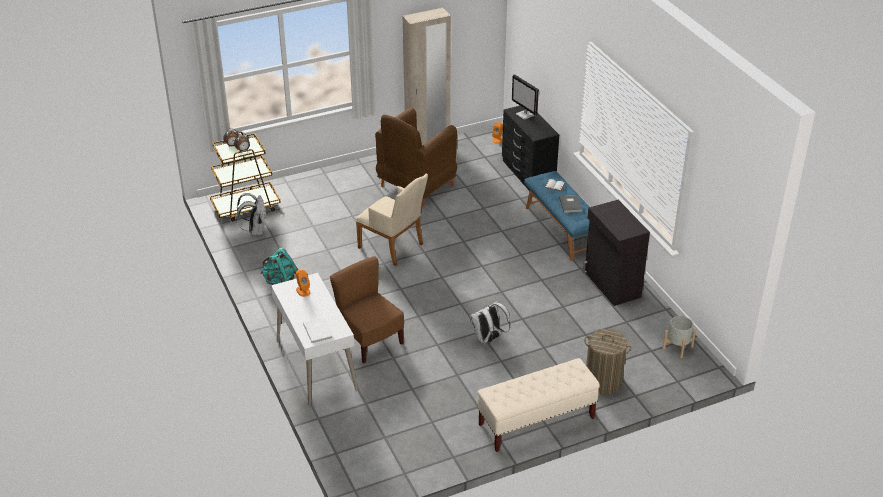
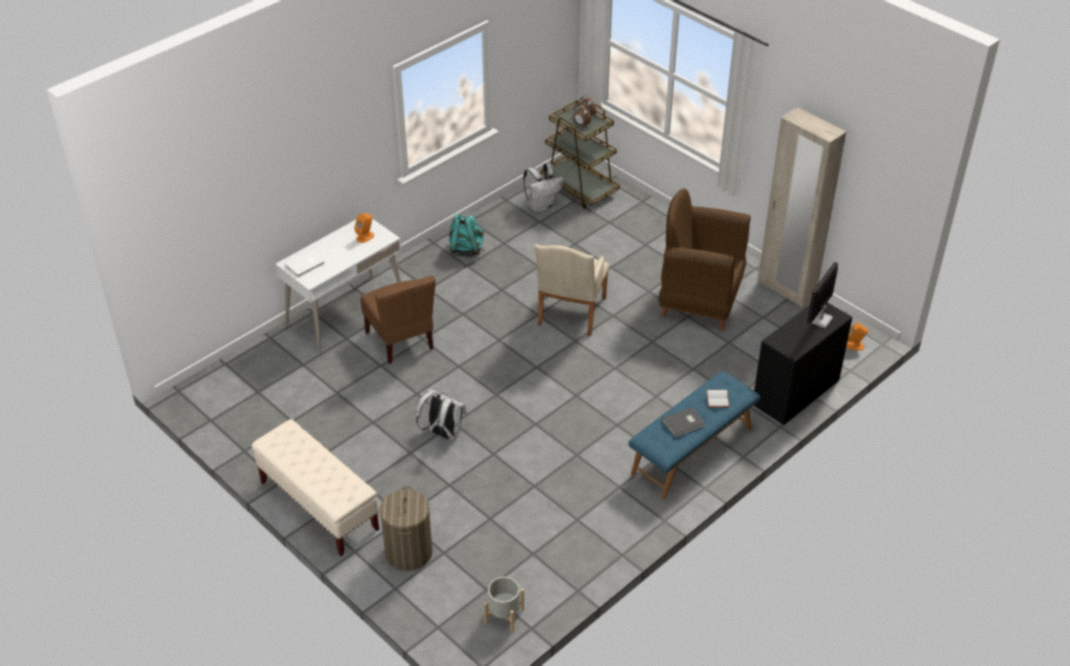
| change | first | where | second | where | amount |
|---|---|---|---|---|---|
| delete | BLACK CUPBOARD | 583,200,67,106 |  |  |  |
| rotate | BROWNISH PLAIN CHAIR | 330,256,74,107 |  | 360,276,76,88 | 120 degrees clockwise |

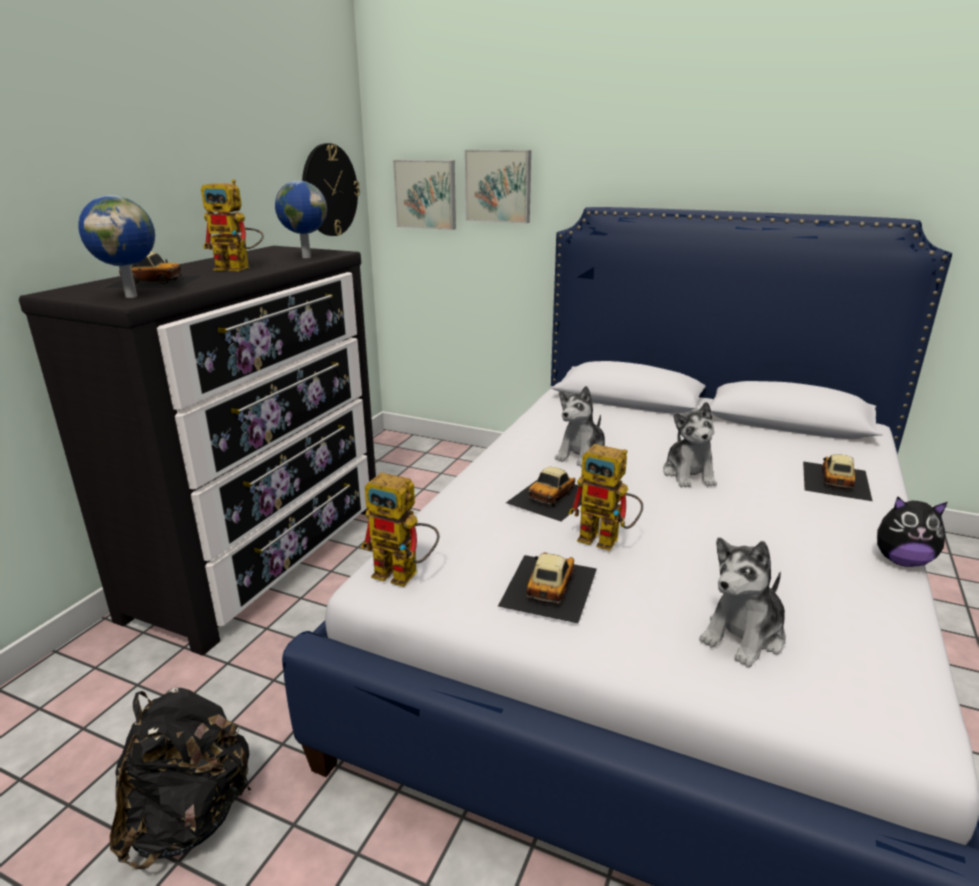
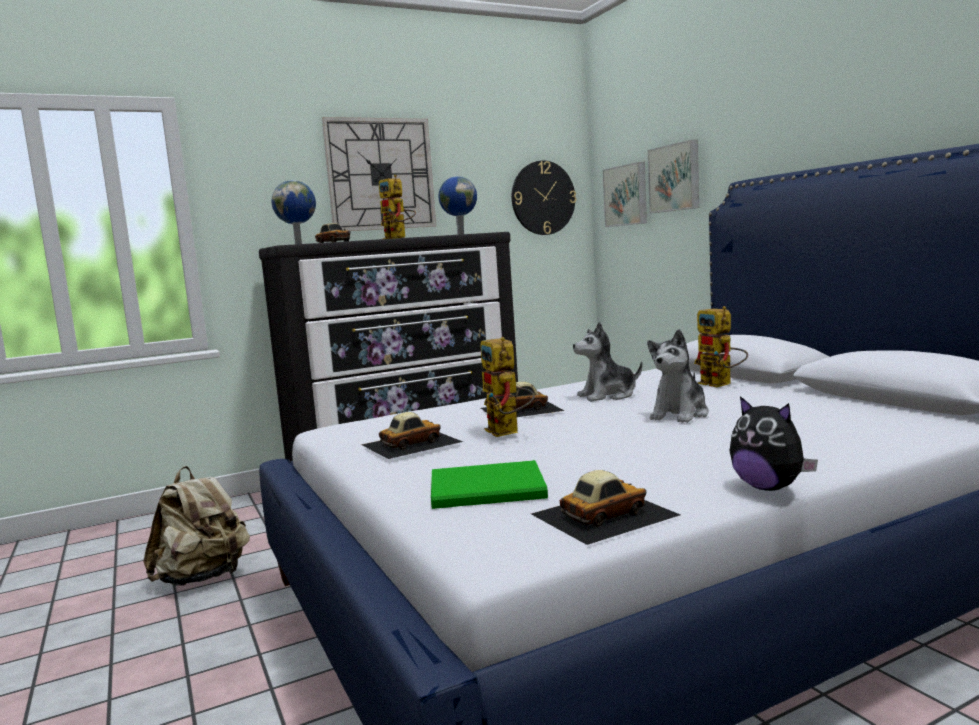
| change | first | where | second | where | amount |
|---|---|---|---|---|---|
| insert |  |  | HANGING CLOCK | 322,117,114,114 |  |
| move | MODEL ROBOT | 361,473,78,114 |  | 694,306,54,81 |  |
| move | MINIATURE CAR | 803,454,69,47 |  | 531,470,149,75 |  |
| replace | CUDDLY TOY | 699,537,87,131 | GREEN BOOK | 431,460,117,49 |  |
| recolor | BLACK BACKPACK | 110,688,142,181 | BEIGE-COLOURED BACKPACK | 144,466,106,120 |  |

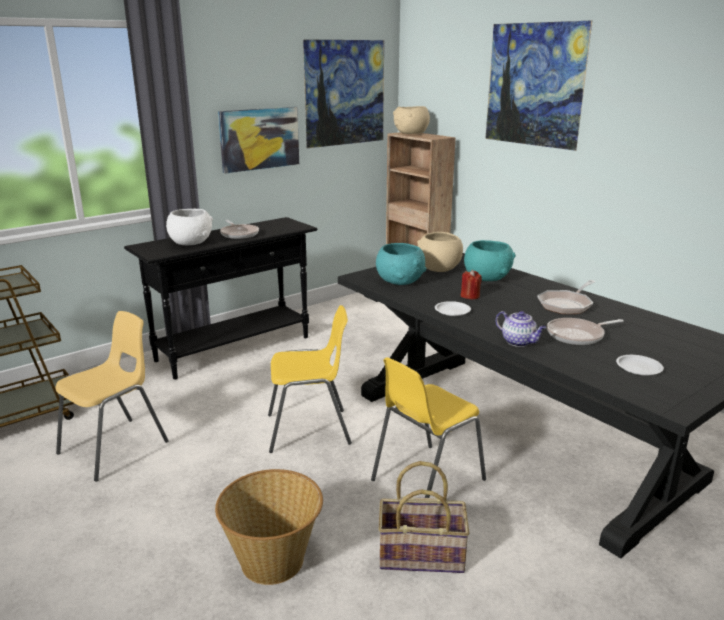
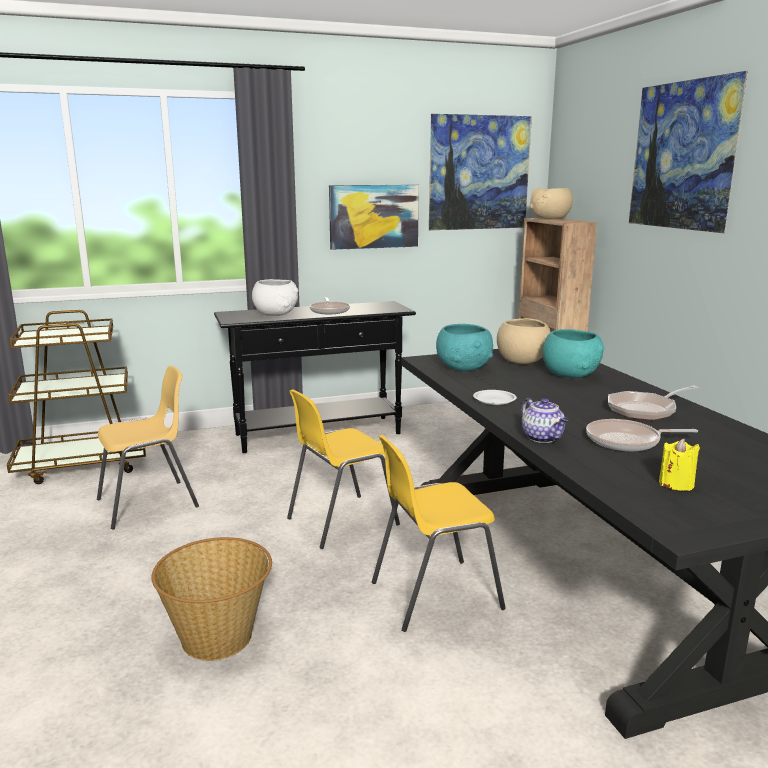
| change | first | where | second | where | amount |
|---|---|---|---|---|---|
| delete | BASKET | 379,461,90,112 |  |  |  |
| delete | RED-COLOURED WAX CANDLE | 461,270,21,29 |  |  |  |
| replace | WHITISH DINNER PLATE | 616,355,48,21 | YELLOWISH WAX CANDLE | 659,439,41,52 |  |
| rotate | YELLOWISH PLAIN CHAIR | 268,305,84,148 |  | 287,389,113,160 | 135 degrees clockwise |

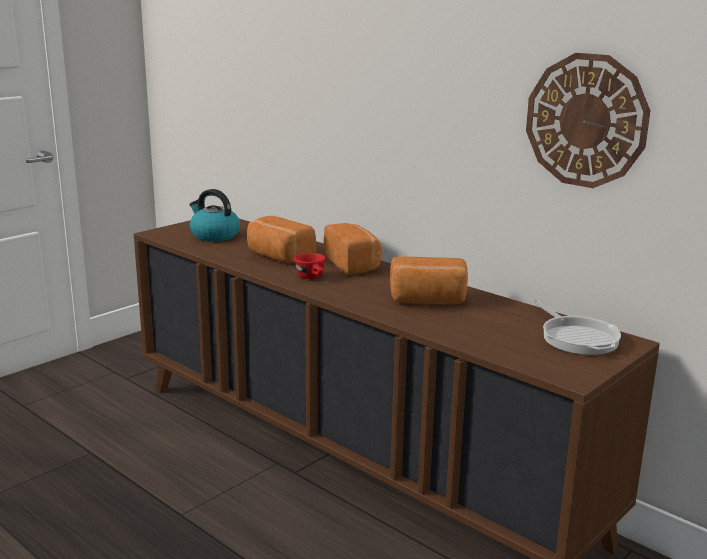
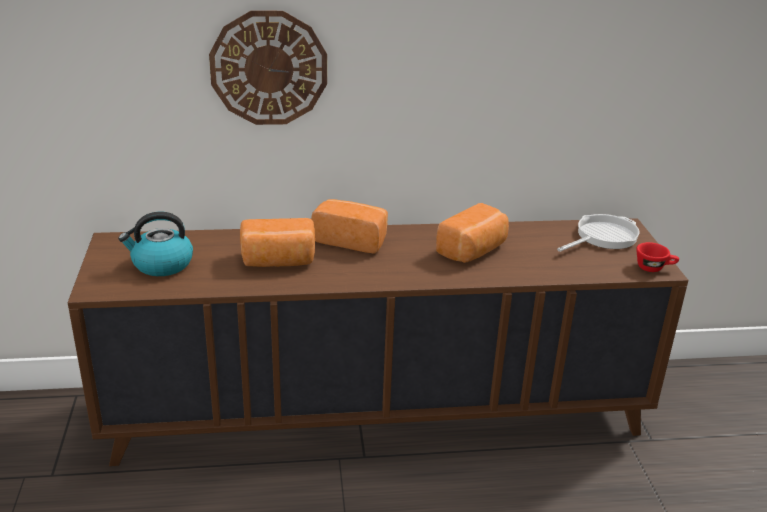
| change | first | where | second | where | amount |
|---|---|---|---|---|---|
| move | RED-COLOURED DRINKING CUP | 294,253,32,26 |  | 636,242,43,30 |  |
| move | HANGING CLOCK | 526,53,124,135 |  | 209,11,118,114 |  |
| rotate | PAN | 532,299,89,56 |  | 557,214,83,38 | 60 degrees counterclockwise |

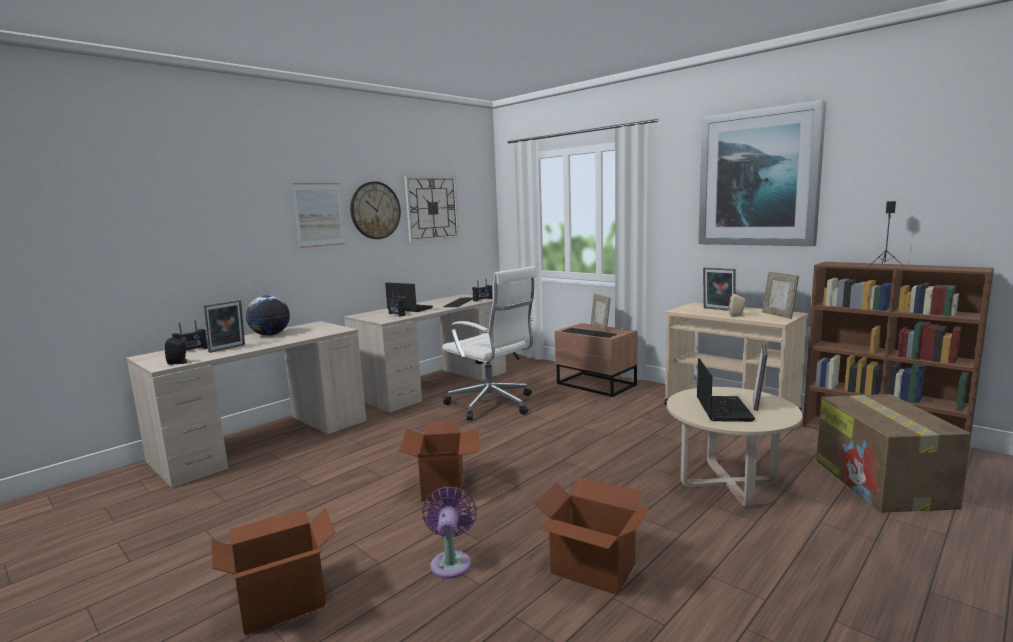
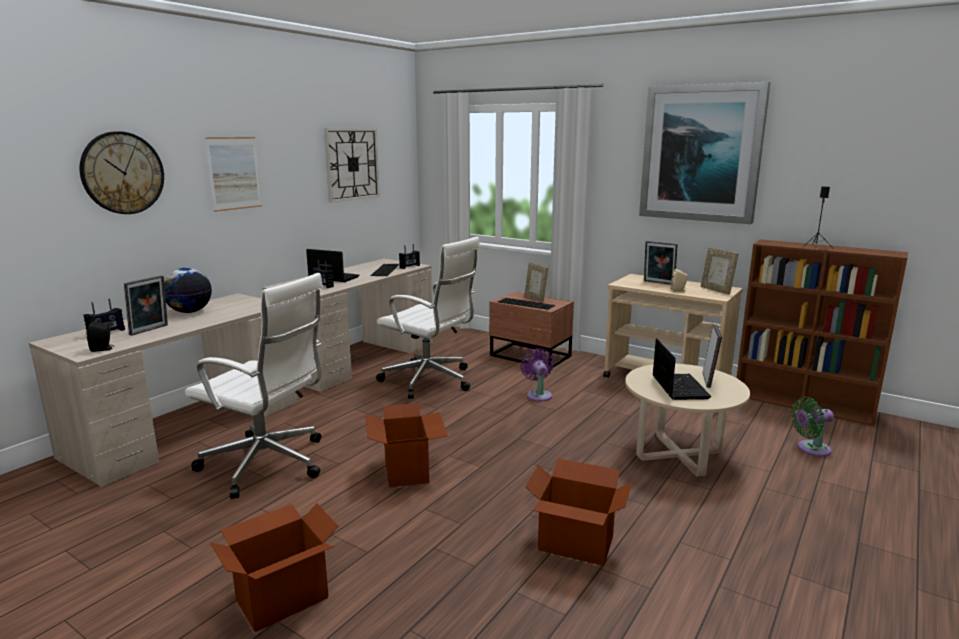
| change | first | where | second | where | amount |
|---|---|---|---|---|---|
| insert |  |  | WHITISH DESK CHAIR | 185,273,138,226 |  |
| move | HANGING CLOCK | 350,181,51,58 |  | 79,131,85,83 |  |
| move | PURPLISH ELECTRIC FAN | 422,486,55,93 |  | 521,348,33,53 |  |
| replace | CARDBOARD BOX | 816,394,155,119 | GREEN ELECTRIC FAN | 791,397,43,60 |  |

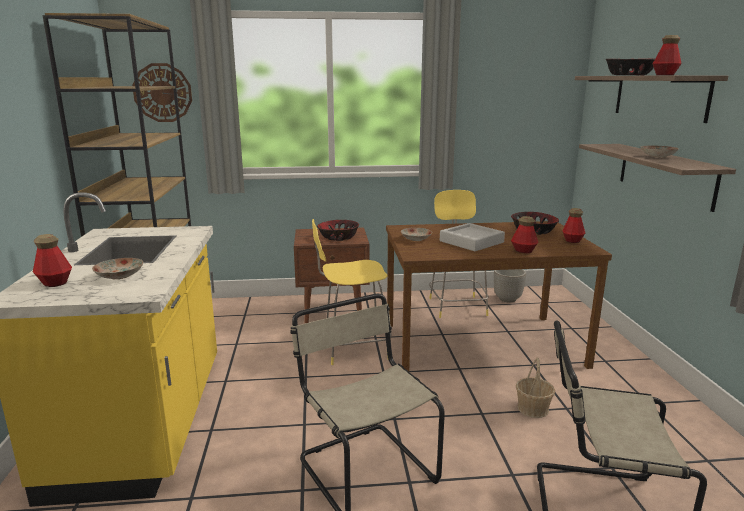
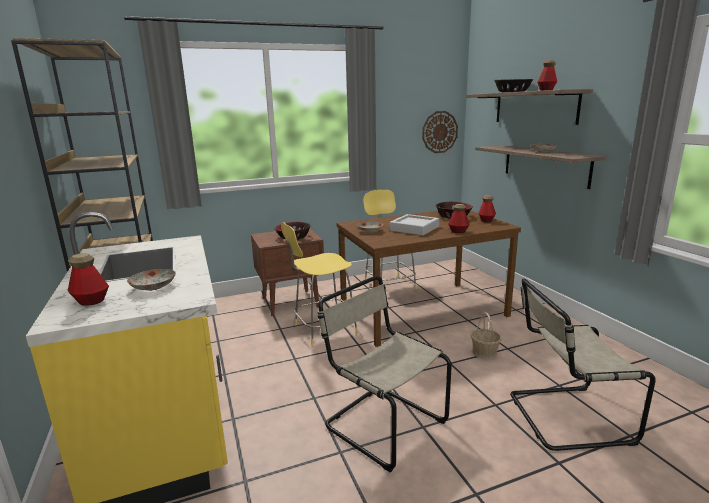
| change | first | where | second | where | amount |
|---|---|---|---|---|---|
| delete | PLANT POT | 494,269,32,33 |  |  |  |
| move | HANGING CLOCK | 132,63,60,59 |  | 422,111,36,42 |  |

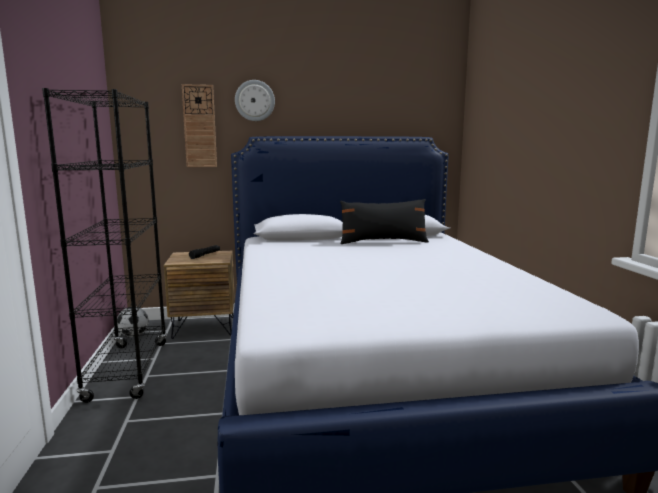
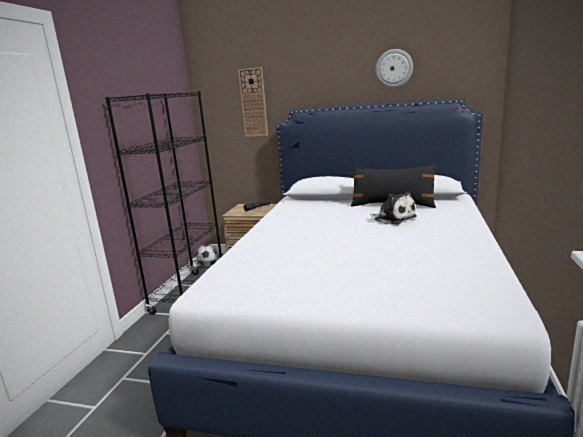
| change | first | where | second | where | amount |
|---|---|---|---|---|---|
| insert |  |  | CUDDLY TOY | 370,191,47,34 |  |
| move | HANGING CLOCK | 235,80,40,41 |  | 376,49,37,39 |  |

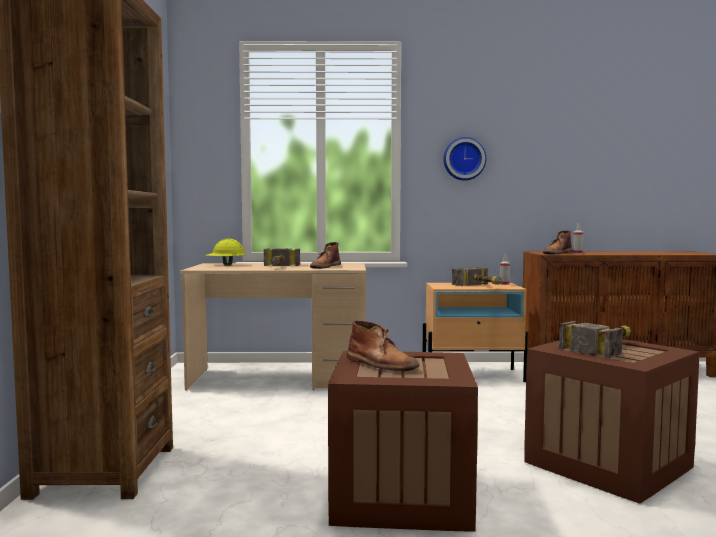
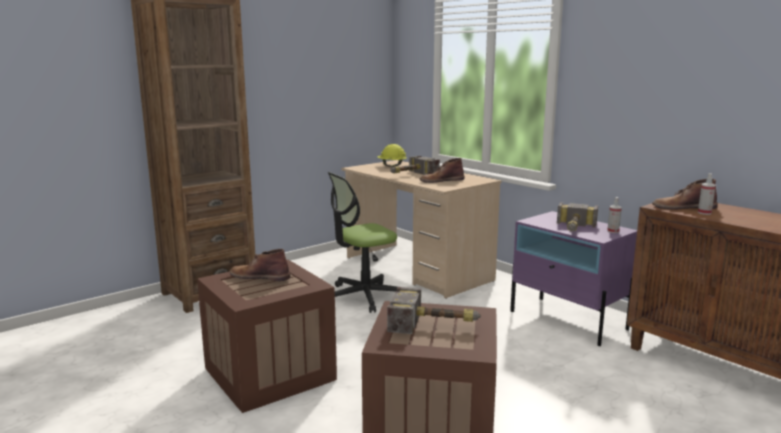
| change | first | where | second | where | amount |
|---|---|---|---|---|---|
| delete | HANGING CLOCK | 444,137,42,44 |  |  |  |
| insert |  |  | DESK CHAIR | 328,172,69,141 |  |
| recolor | BEIGE-COLOURED BEDSIDE TABLE | 423,283,105,99 | PURPLISH BEDSIDE TABLE | 510,211,127,135 |  |
| rotate | BROWNISH TALL BOOT | 347,320,72,51 |  | 230,249,61,32 | 105 degrees clockwise |

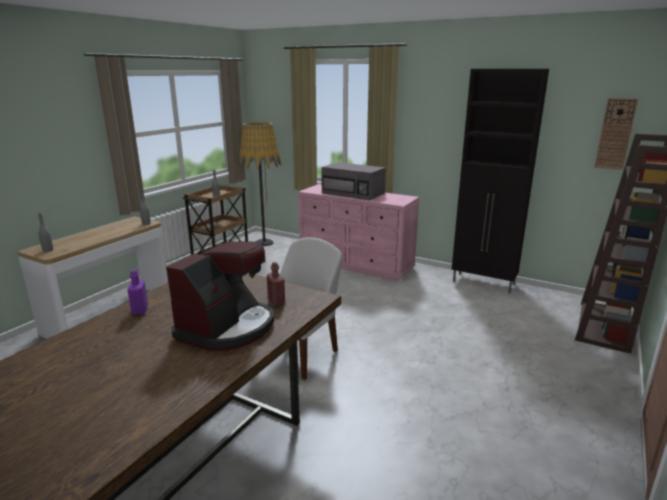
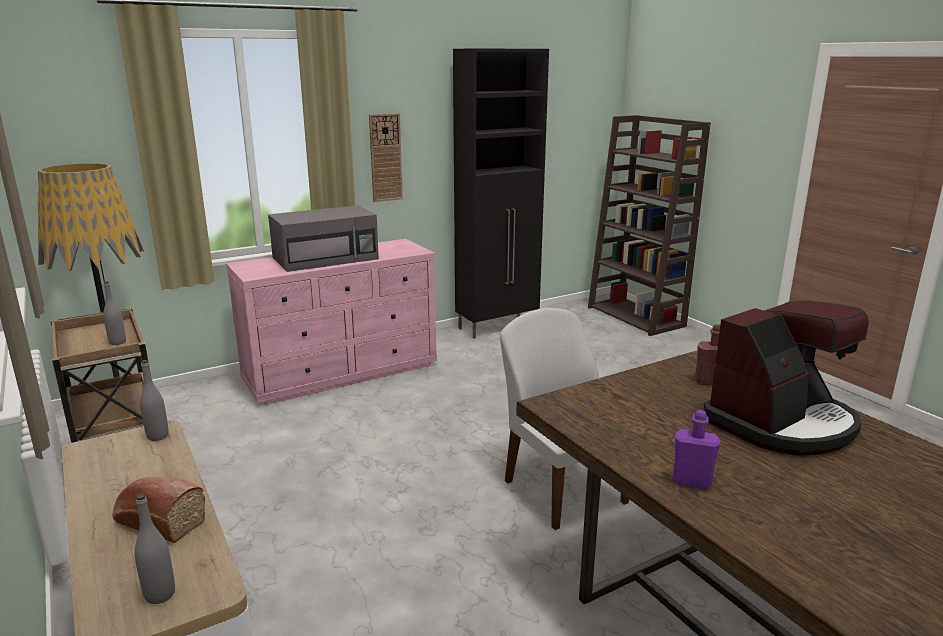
| change | first | where | second | where | amount |
|---|---|---|---|---|---|
| insert |  |  | BAKERY BREAD | 112,477,93,66 |  |
| move | HANGING CLOCK | 595,98,43,72 |  | 369,113,34,89 |  |
| rotate | COFFEE BREWER | 166,241,108,110 |  | 703,300,166,156 | 90 degrees clockwise |

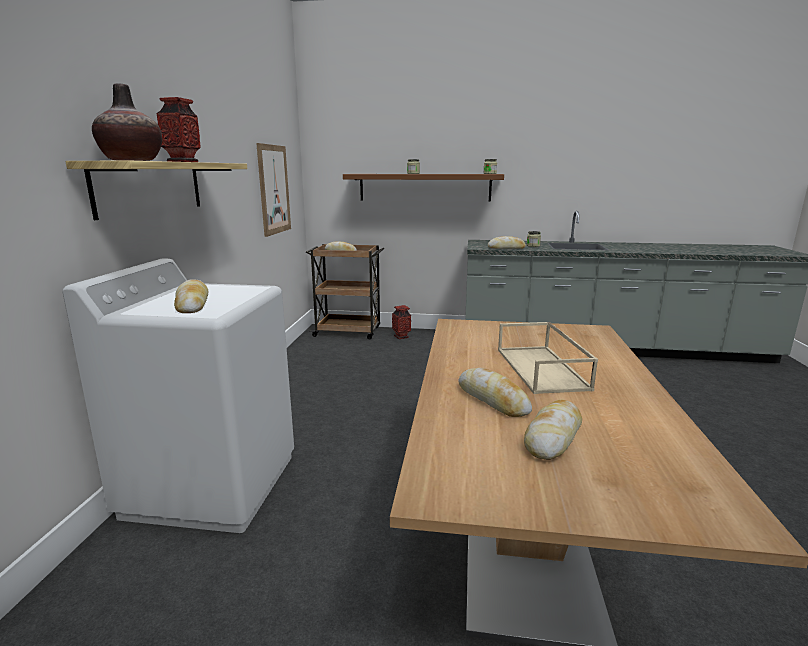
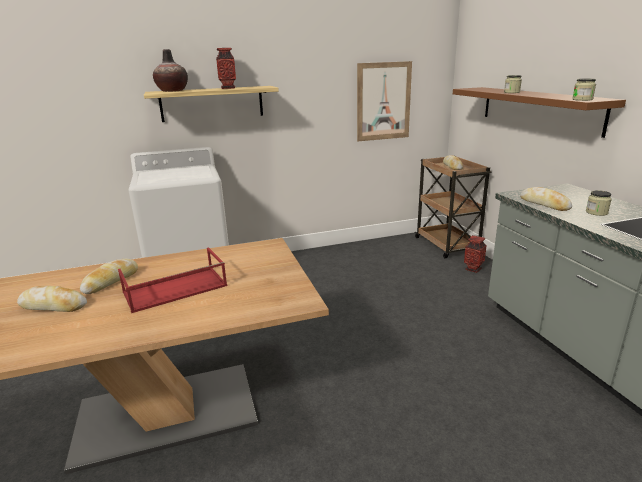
| change | first | where | second | where | amount |
|---|---|---|---|---|---|
| delete | BAKERY BREAD | 174,279,34,34 |  |  |  |
| recolor | BEIGE-COLOURED CARRYING TRAY | 498,322,100,72 | RED-COLOURED CARRYING TRAY | 118,247,109,66 |  |

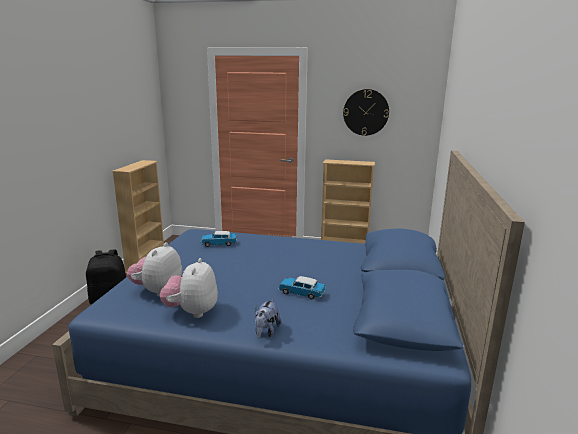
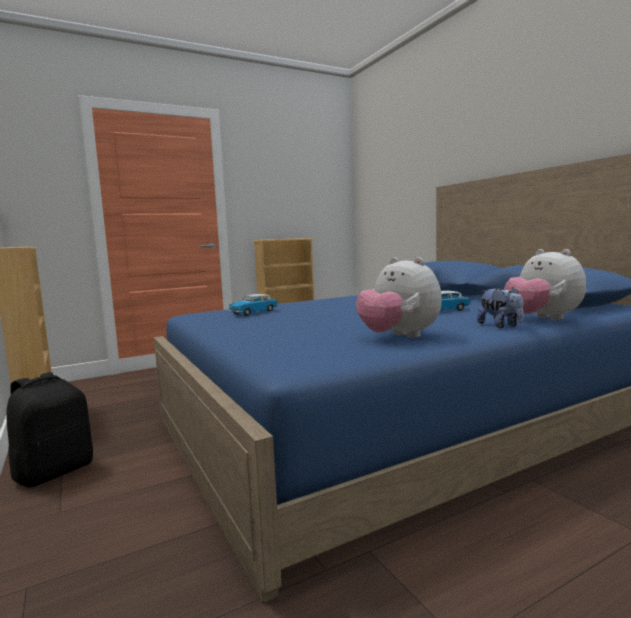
| change | first | where | second | where | amount |
|---|---|---|---|---|---|
| delete | HANGING CLOCK | 343,89,46,47 |  |  |  |
| move | CUDDLY TOY | 127,242,55,55 |  | 504,249,82,71 |  |

